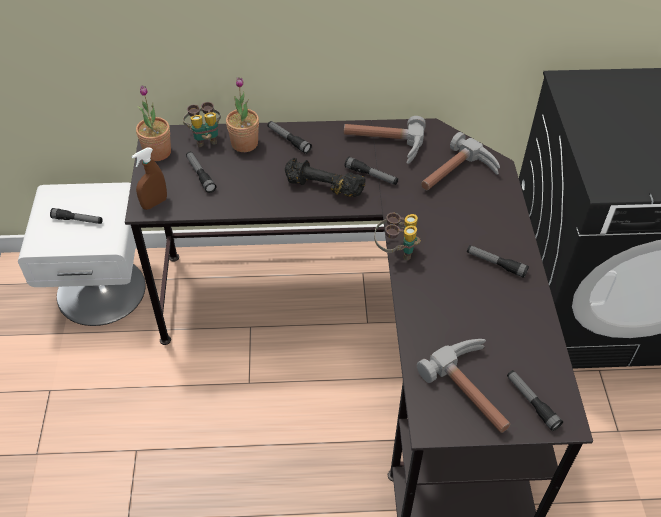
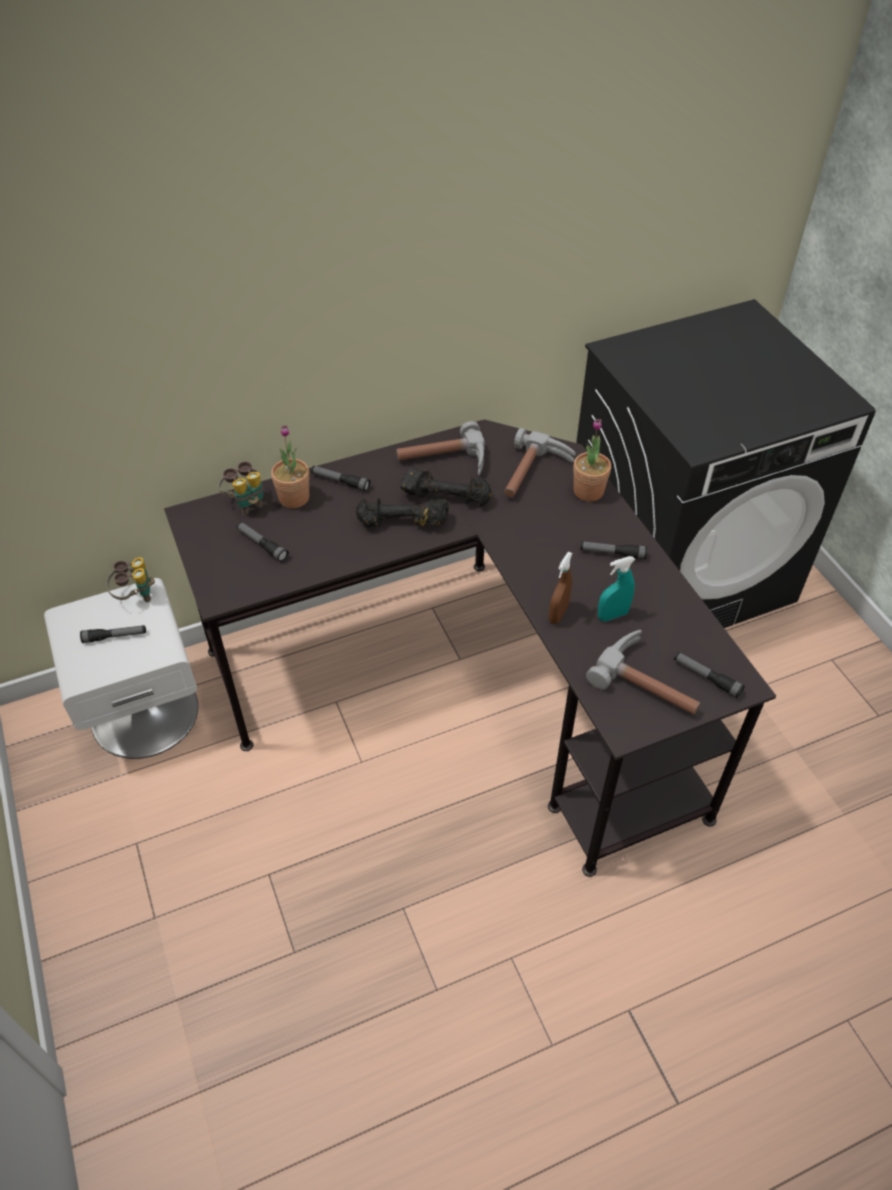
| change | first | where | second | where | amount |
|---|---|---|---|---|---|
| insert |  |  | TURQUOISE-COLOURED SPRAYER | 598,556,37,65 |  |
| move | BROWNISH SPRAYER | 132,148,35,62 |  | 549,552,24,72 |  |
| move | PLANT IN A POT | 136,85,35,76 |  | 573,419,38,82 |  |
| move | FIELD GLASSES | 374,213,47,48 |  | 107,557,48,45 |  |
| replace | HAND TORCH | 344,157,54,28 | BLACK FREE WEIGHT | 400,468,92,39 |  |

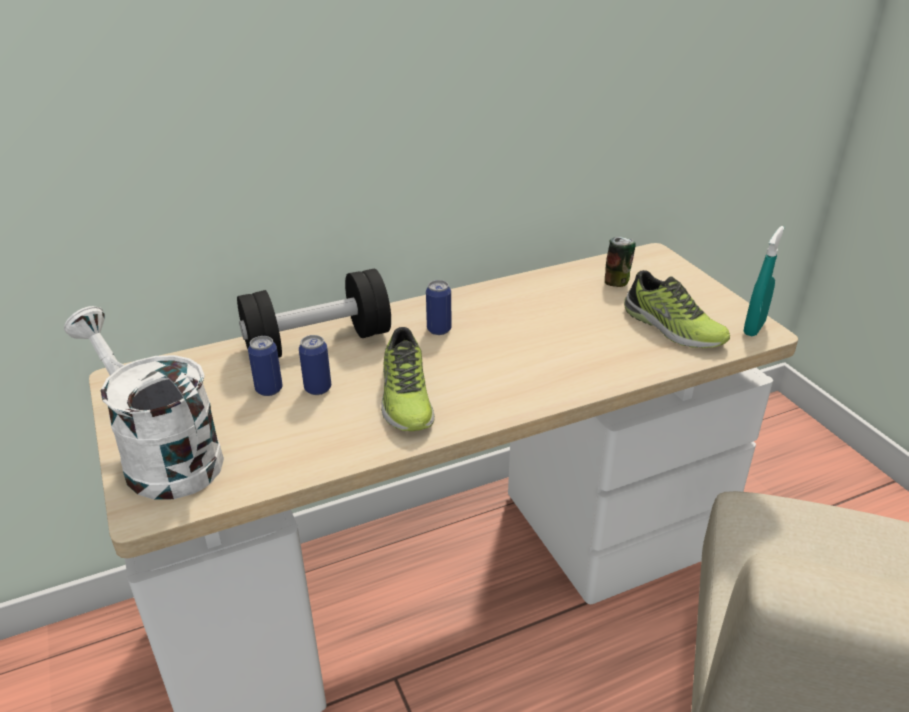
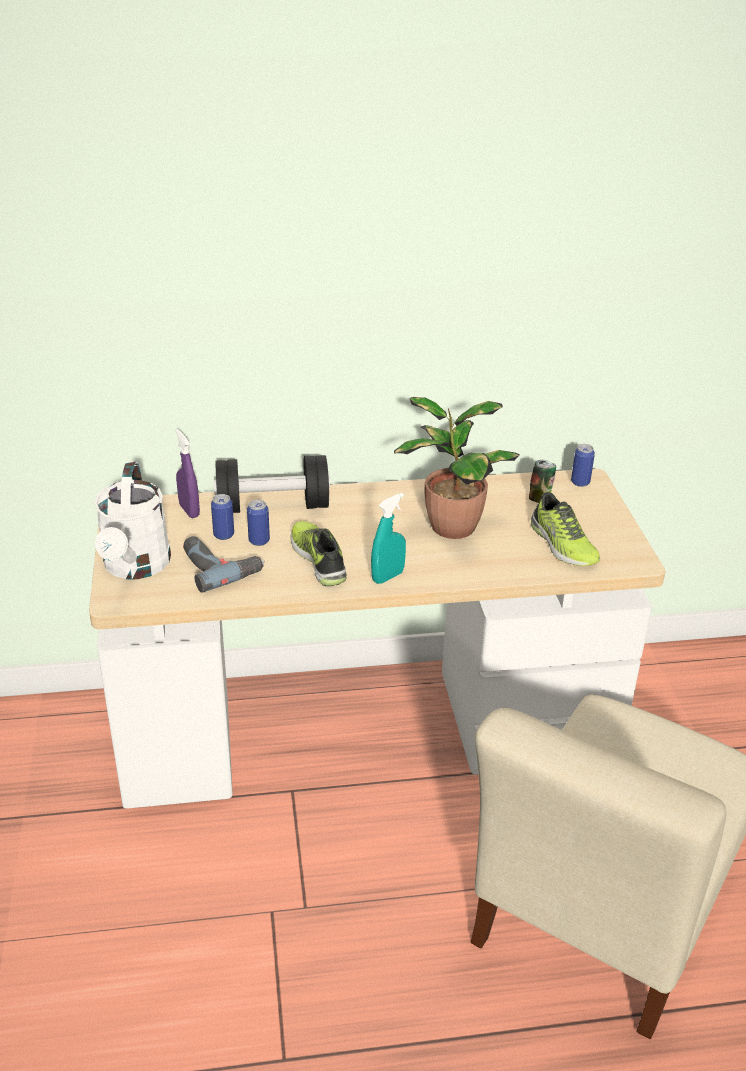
| change | first | where | second | where | amount |
|---|---|---|---|---|---|
| insert |  |  | PURPLISH SPRAYER | 176,429,24,89 |  |
| insert |  |  | DRILL | 183,536,82,57 |  |
| insert |  |  | PLANT IN A POT | 394,397,126,142 |  |
| move | CAN | 426,280,25,55 |  | 571,444,24,43 |  |
| move | TURQUOISE-COLOURED SPRAYER | 743,226,41,110 |  | 371,493,35,91 |  |
| rotate | WHITISH SPRINKLING CAN | 64,306,160,194 |  | 94,461,77,119 | 150 degrees counterclockwise |
| rotate | SHOE | 381,327,54,104 |  | 290,521,57,65 | 150 degrees clockwise |

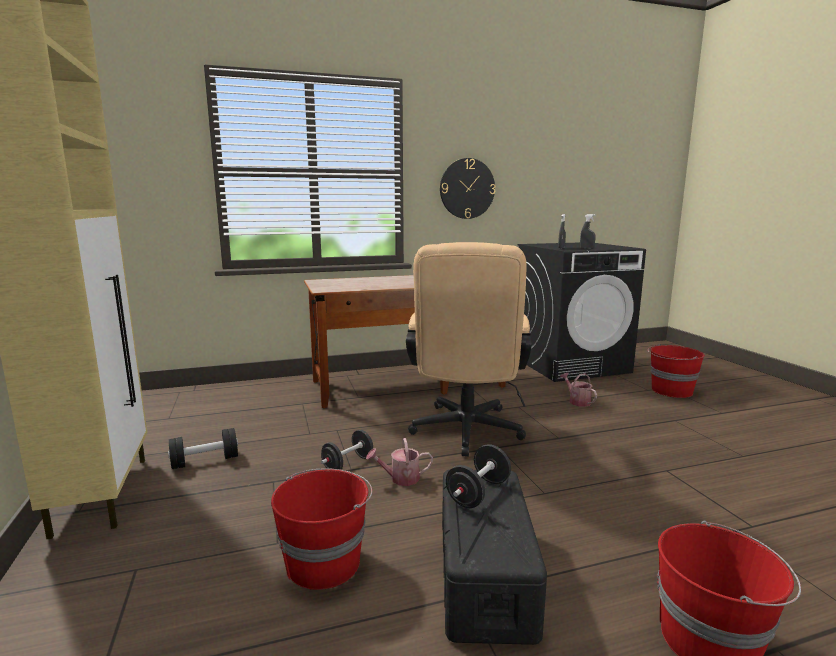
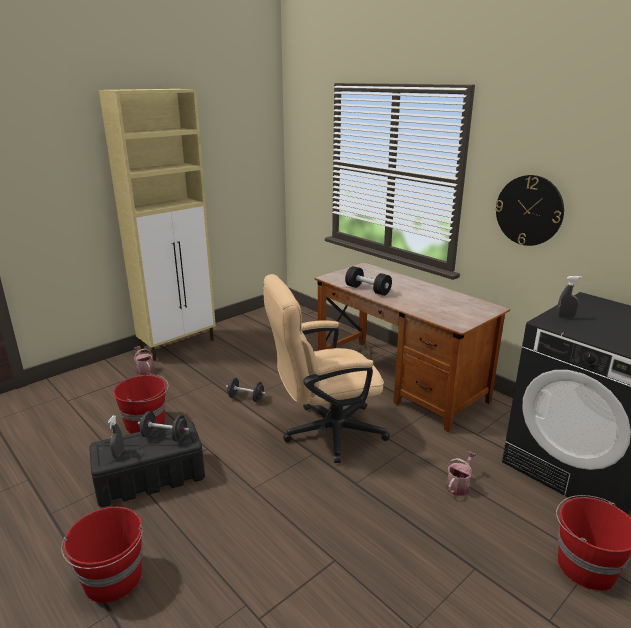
| change | first | where | second | where | amount |
|---|---|---|---|---|---|
| move | BLACK FREE WEIGHT | 168,428,70,41 |  | 345,266,47,30 |  |
| move | SPRINKLING CAN | 366,438,67,48 |  | 133,346,21,29 |  |
| move | GREY SPRAYER | 580,214,16,35 |  | 108,415,16,43 |  |

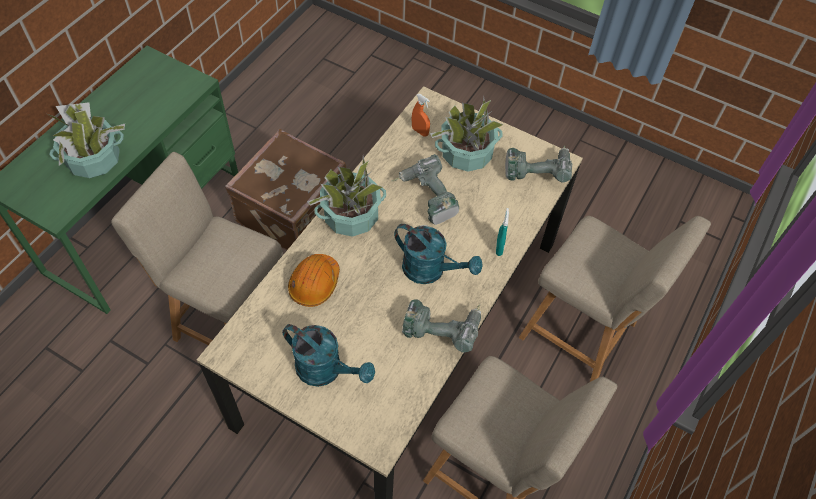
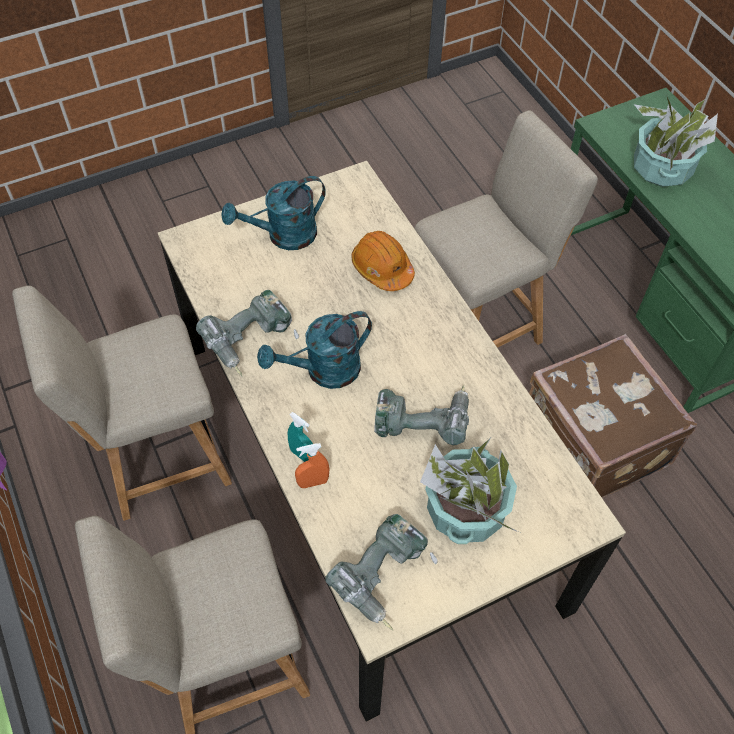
| change | first | where | second | where | amount |
|---|---|---|---|---|---|
| delete | PLANT IN A POT | 307,156,79,81 |  |  |  |
| move | ORANGE-COLOURED SPRAYER | 412,94,18,43 |  | 295,443,34,45 |  |

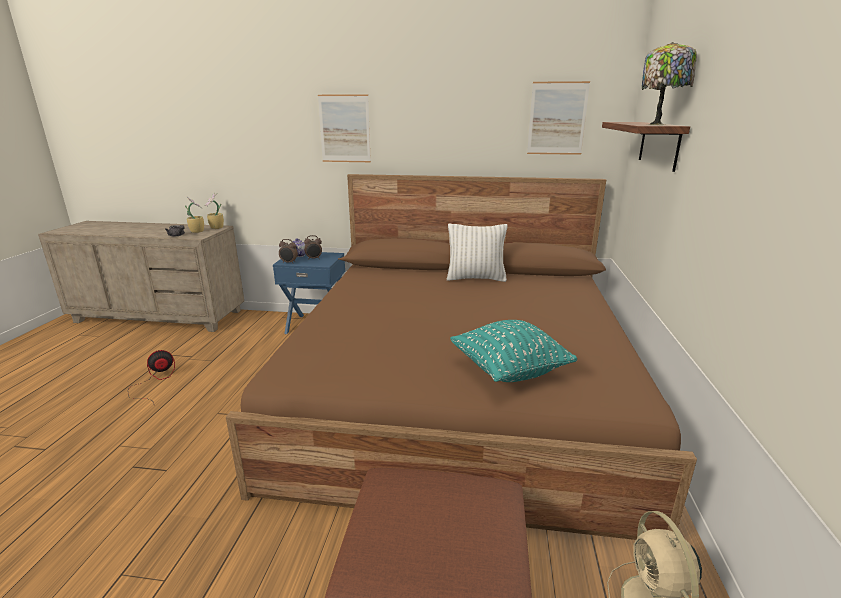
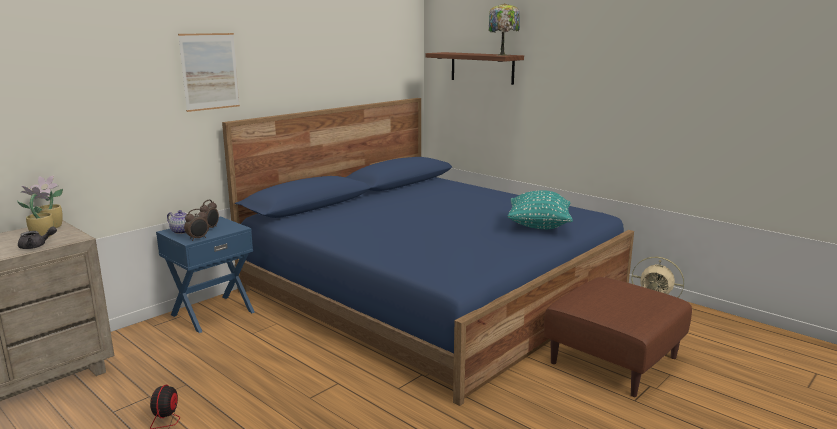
| change | first | where | second | where | amount |
|---|---|---|---|---|---|
| delete | WHITISH PILLOW | 447,223,60,59 |  |  |  |
| delete | WALL PICTURE | 527,81,63,74 |  |  |  |
| recolor | BROWNISH SLEEPING BED | 226,174,471,366 | BLUE-COLOURED SLEEPING BED | 222,98,412,308 |  |

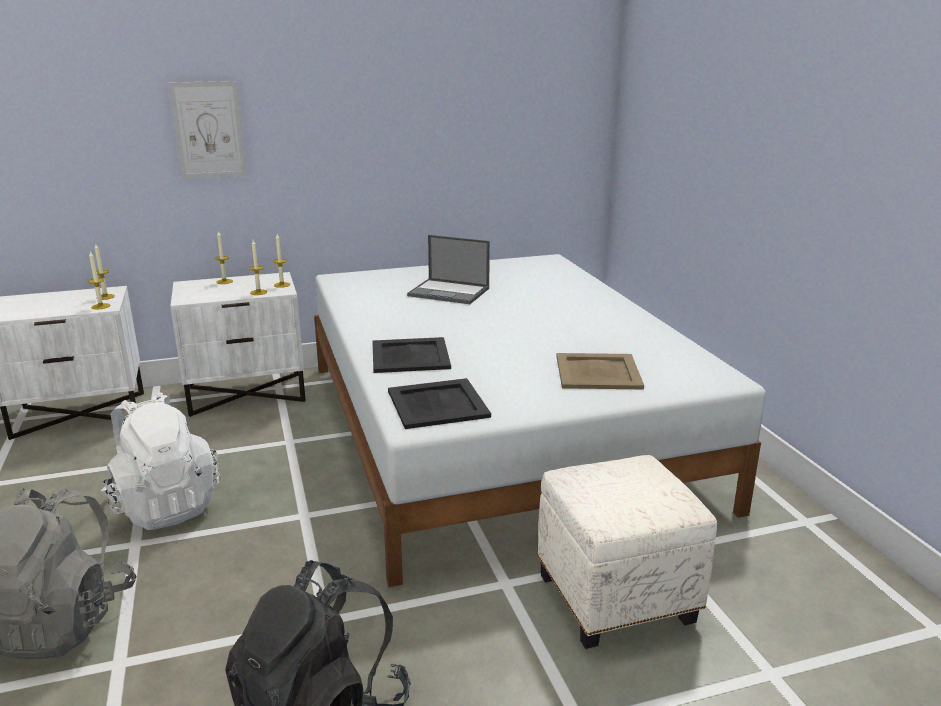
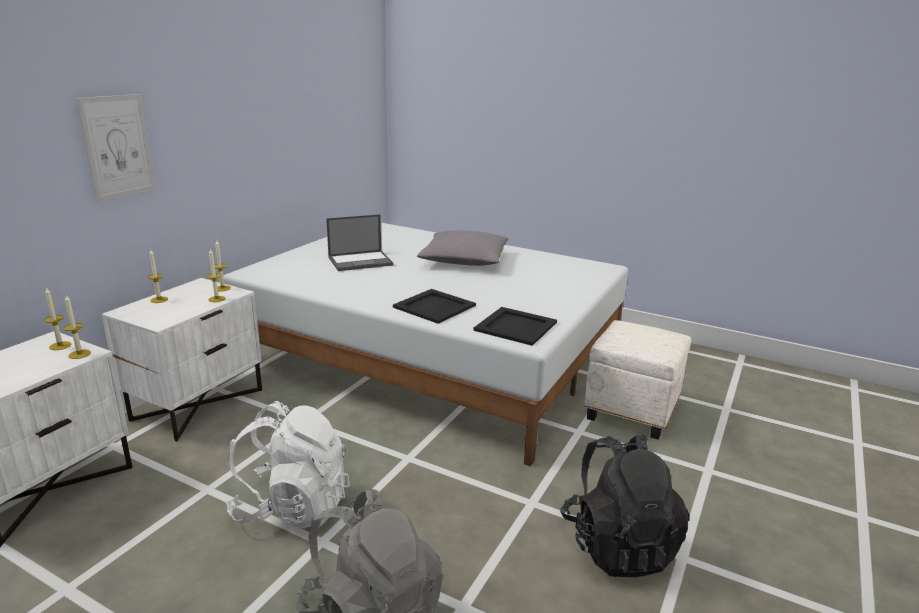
| change | first | where | second | where | amount |
|---|---|---|---|---|---|
| delete | BEIGE-COLOURED CARRYING TRAY | 556,353,88,36 |  |  |  |
| insert |  |  | GREY PILLOW | 417,231,91,35 |  |

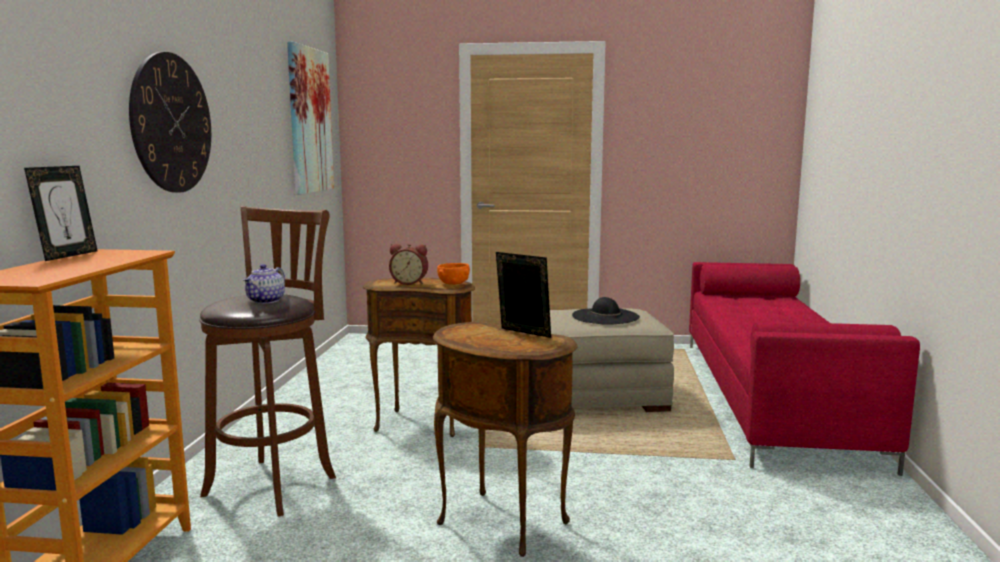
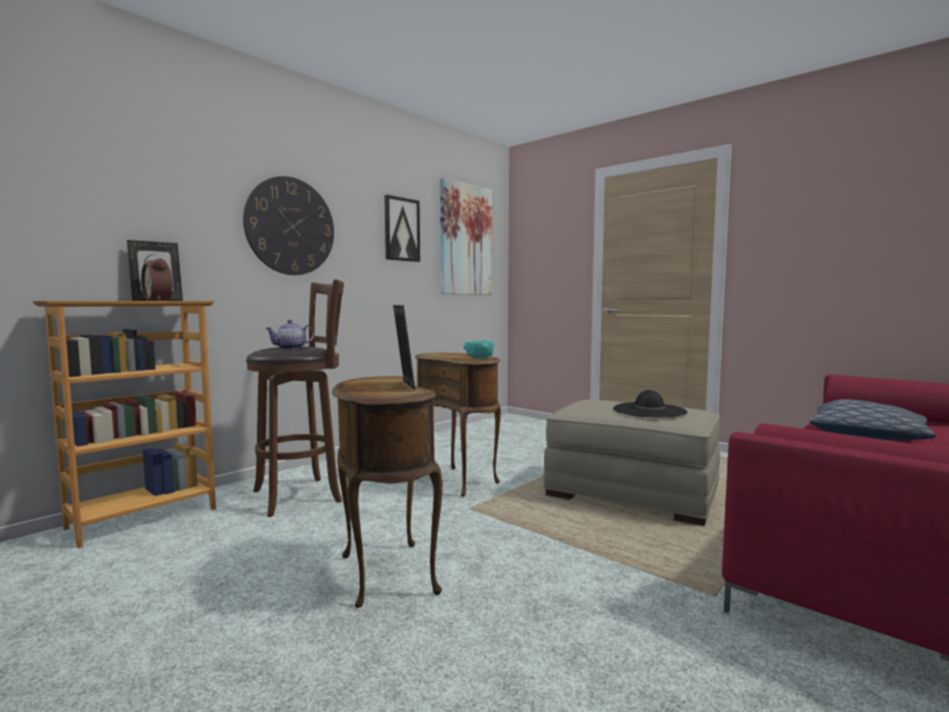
| change | first | where | second | where | amount |
|---|---|---|---|---|---|
| insert |  |  | WALL PICTURE | 385,195,35,67 |  |
| insert |  |  | PILLOW | 809,399,127,42 |  |
| move | ALARM CLOCK | 389,244,39,41 |  | 141,258,31,43 |  |
| recolor | ORANGE-COLOURED DEEP DISH | 437,263,33,22 | TURQUOISE-COLOURED DEEP DISH | 463,340,31,18 |  |

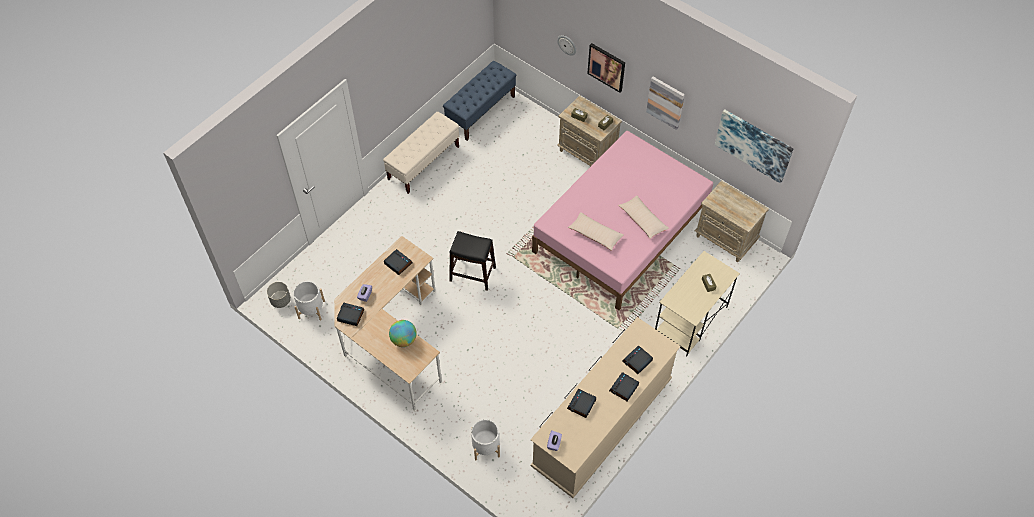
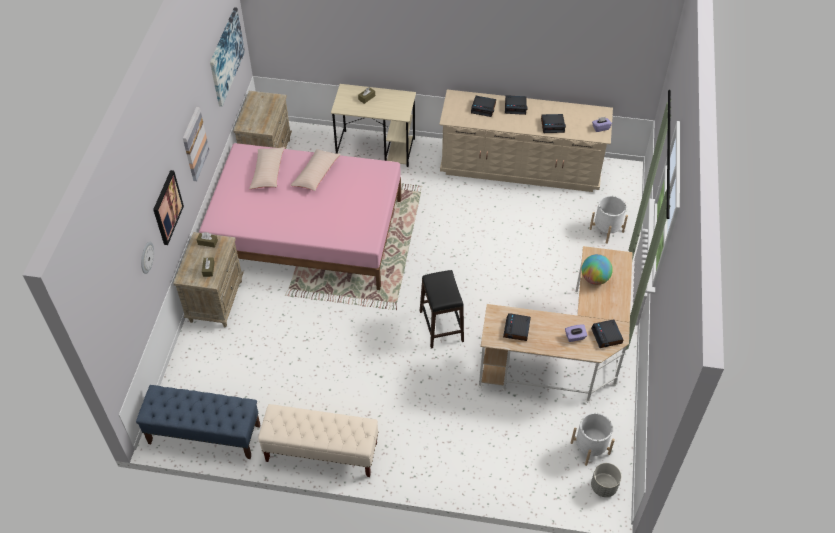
| change | first | where | second | where | amount |
|---|---|---|---|---|---|
| move | BEIGE-COLOURED PILLOW | 568,212,56,39 |  | 249,147,36,42 |  |

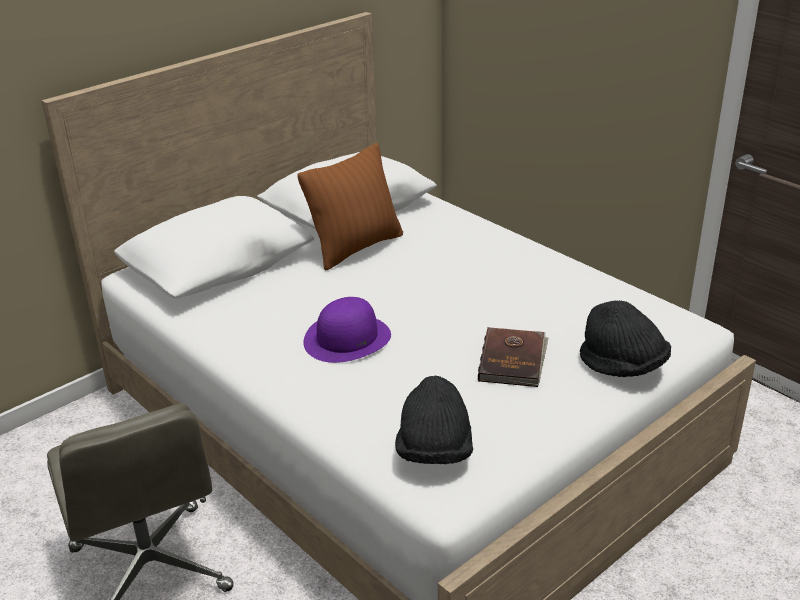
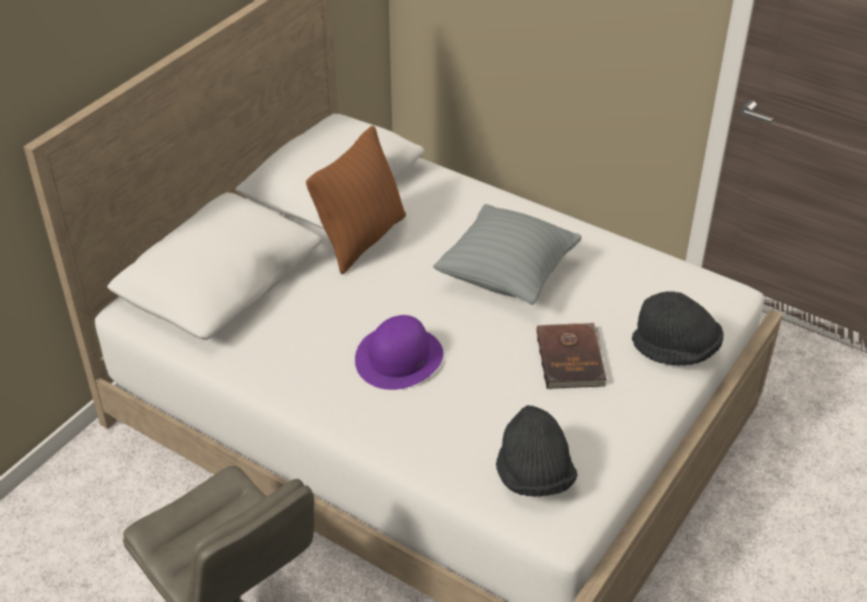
| change | first | where | second | where | amount |
|---|---|---|---|---|---|
| insert |  |  | GREY PILLOW | 433,204,149,101 |  |

